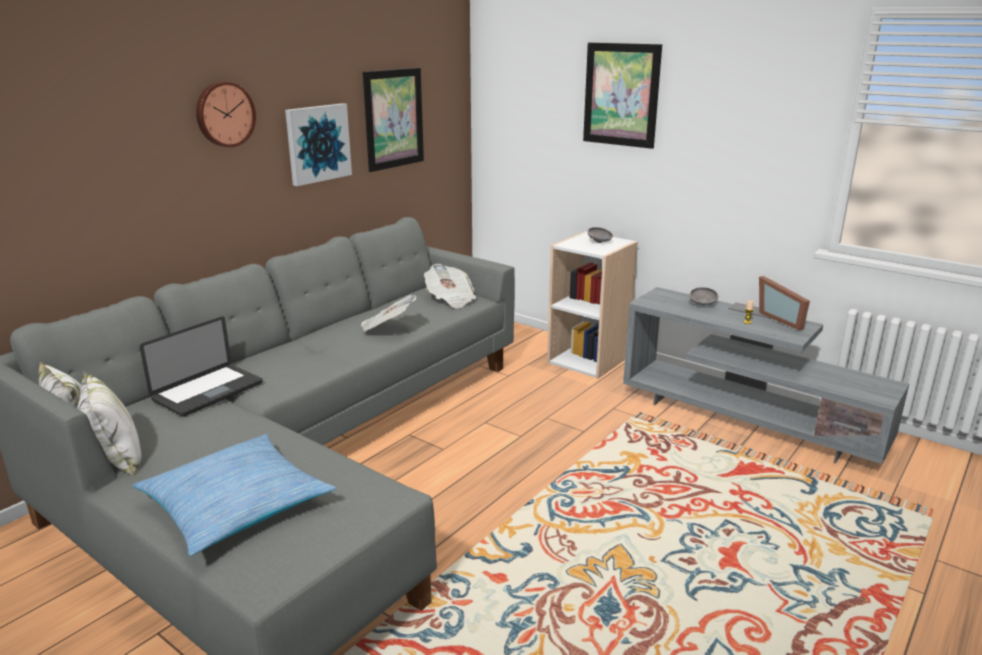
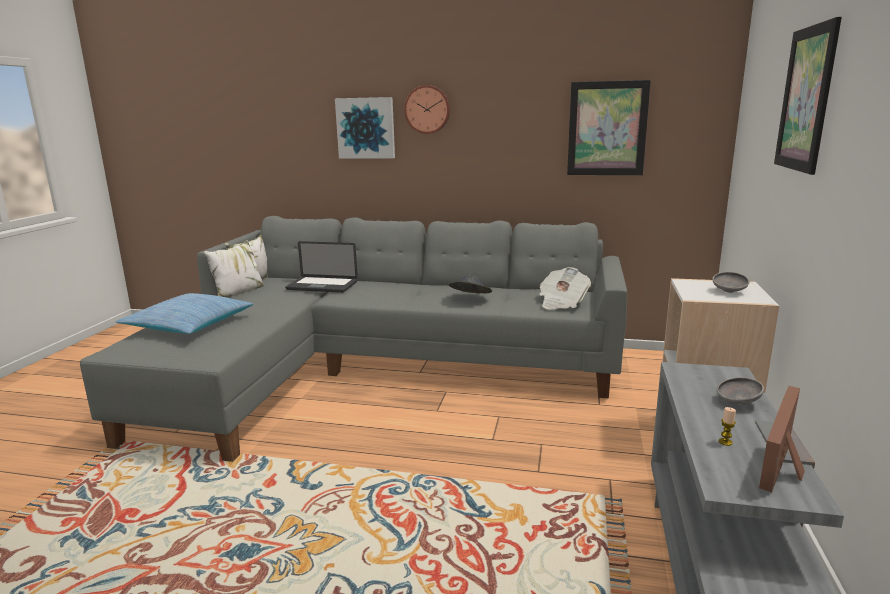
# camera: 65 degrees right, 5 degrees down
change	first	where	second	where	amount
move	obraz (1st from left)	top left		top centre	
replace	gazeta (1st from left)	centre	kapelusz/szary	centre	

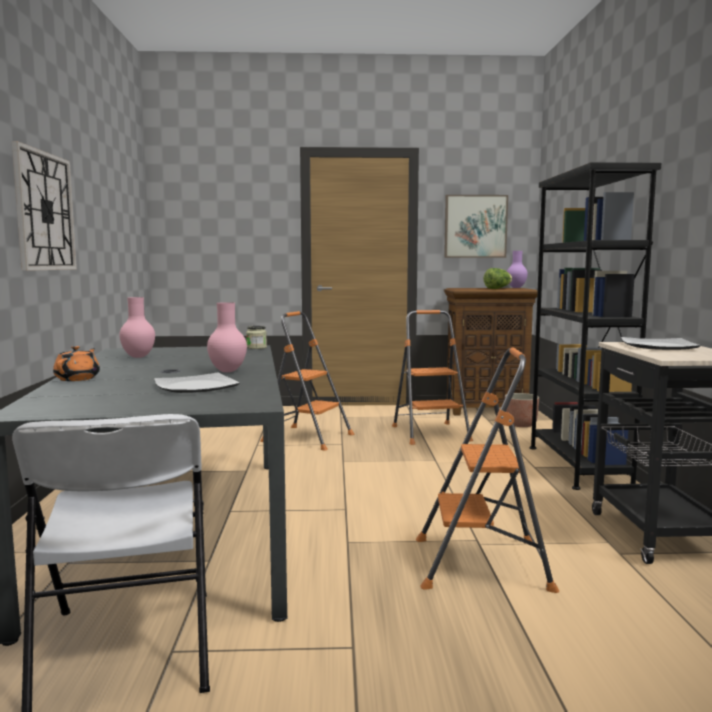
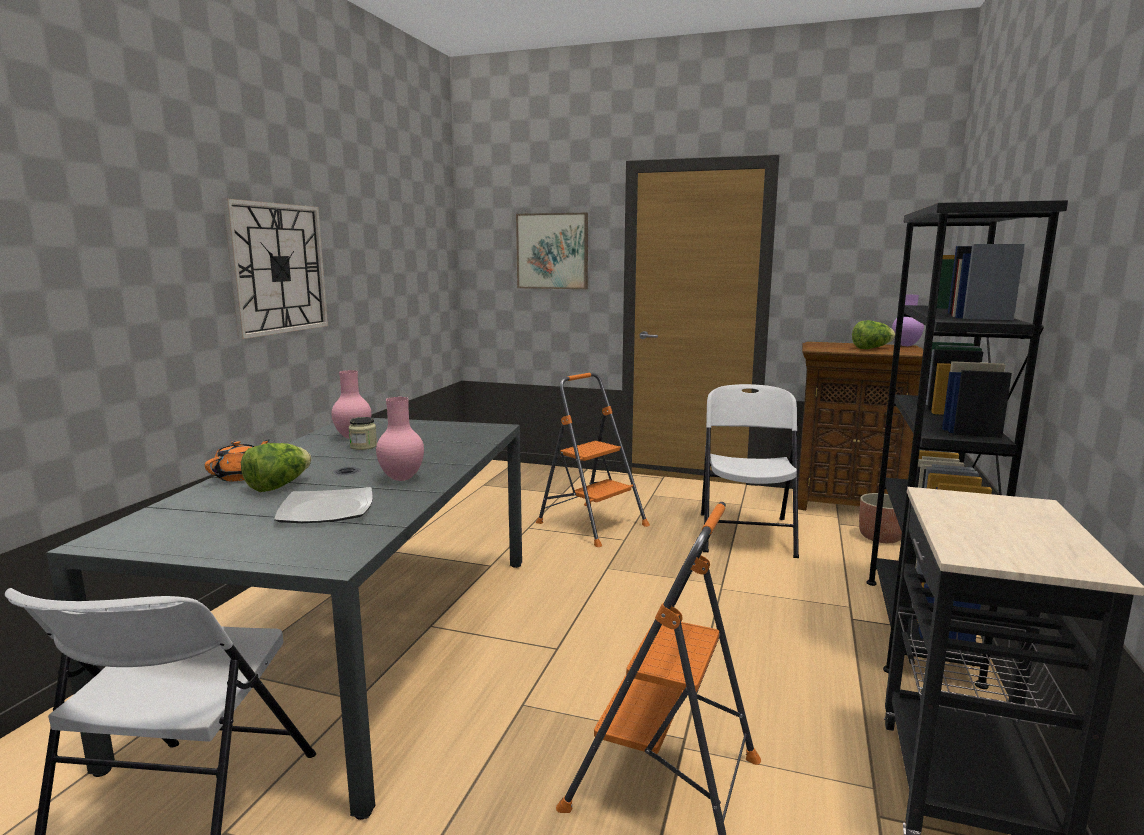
# camera: 20 degrees right, 5 degrees up
change	first	where	second	where	amount
move	słoik	centre		middle left	
replace	drabinka/pomarańczowy (2nd from left)	centre	krzesło/biały (2nd from left)	centre	
move	obraz	top right		top centre	
delete	talerz (2nd from left)	middle right			
insert			sałata (1st from left)	middle left	

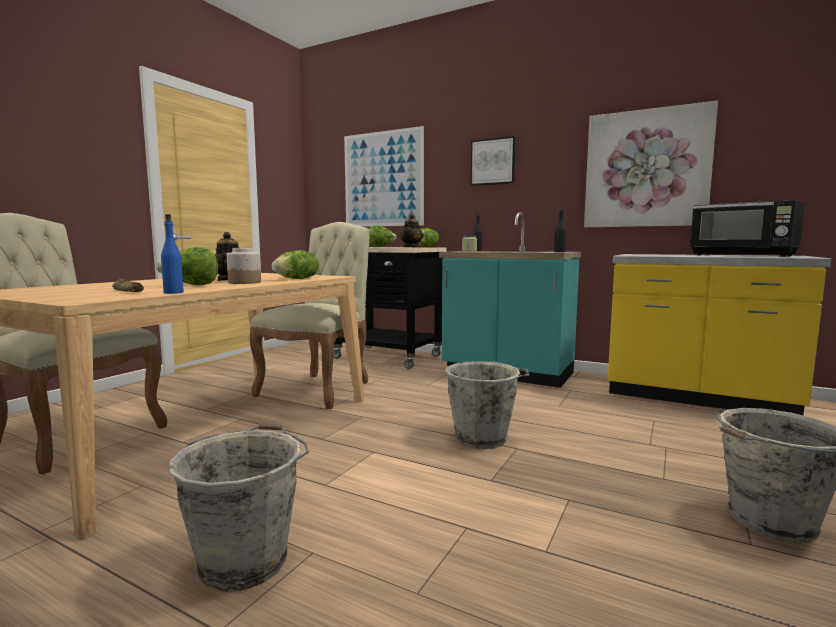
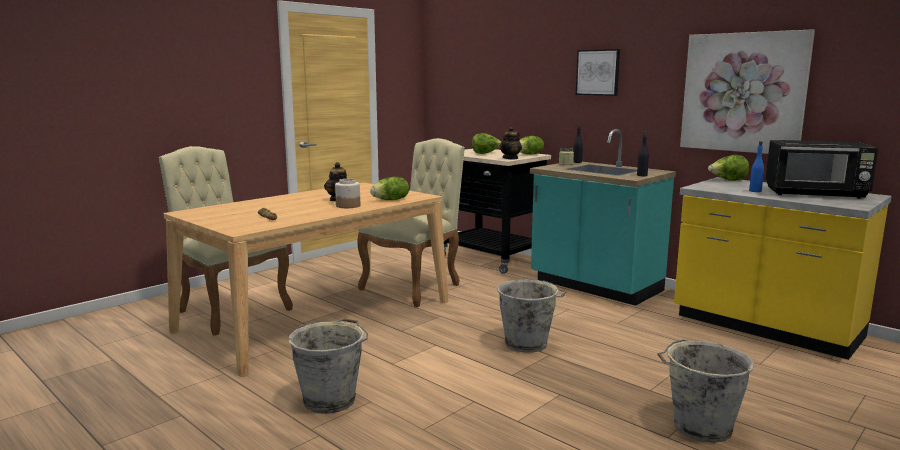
# camera: 15 degrees right, 5 degrees up
change	first	where	second	where	amount
move	sałata (1st from left in the first image)	middle left	sałata (4th from left)	middle right	
move	butelka/niebieski	middle left		middle right	
delete	obraz (1st from left)	top centre			
rotate	mikrofalówka/czarny	middle right		middle right	45 degrees counterclockwise

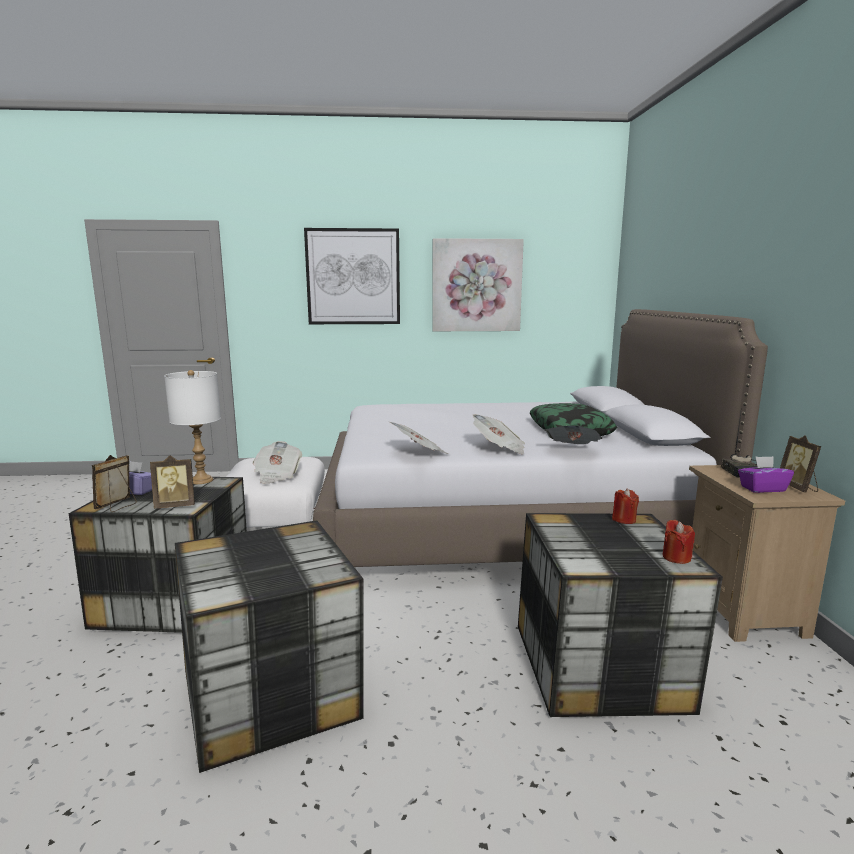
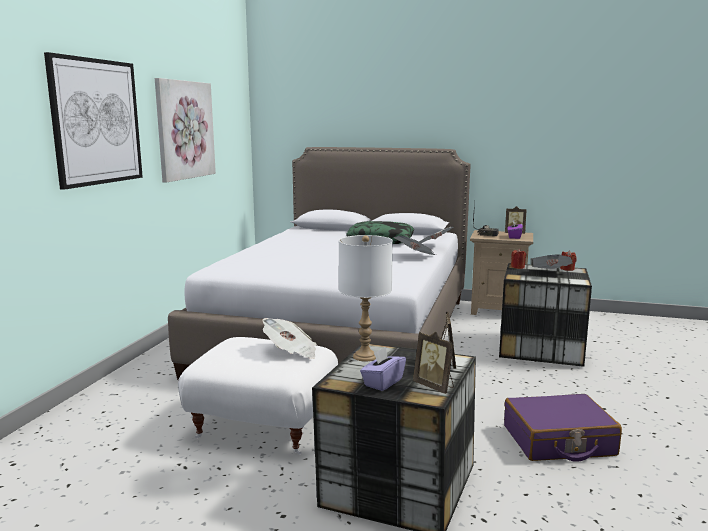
# camera: 70 degrees left, 0 degrees up
change	first	where	second	where	amount
replace	pojemnik do przechowywania (2nd from left)	bottom left	walizka/fioletowy	bottom right	
move	gazeta (2nd from left in the first image)	centre	gazeta (4th from left)	middle right	

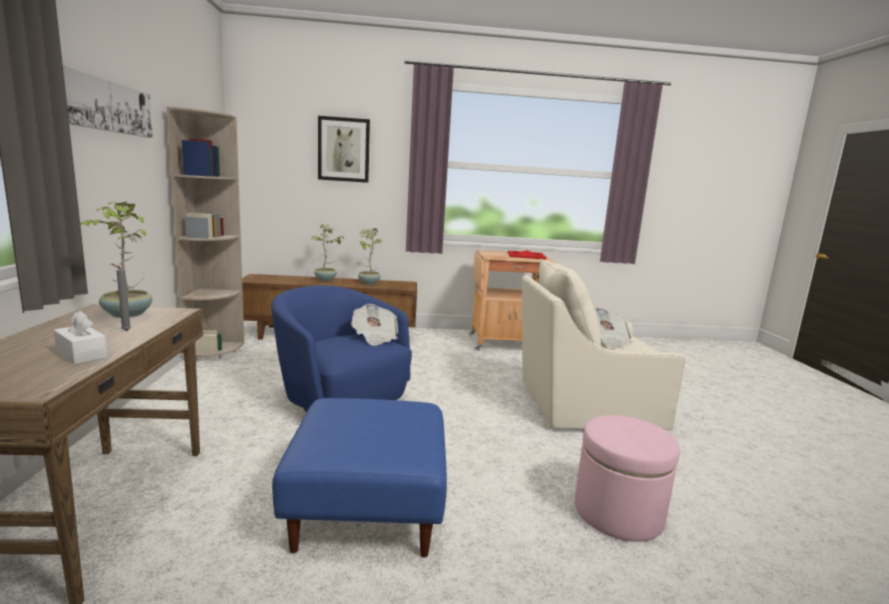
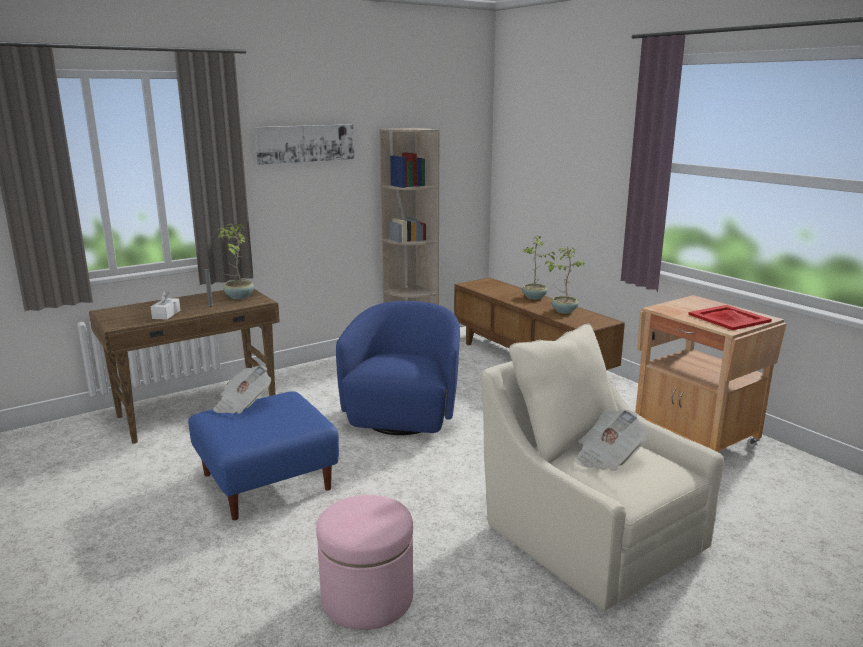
# camera: 60 degrees right, 5 degrees up
change	first	where	second	where	amount
delete	obraz (2nd from left)	top centre			
move	gazeta (1st from left)	centre		middle left	

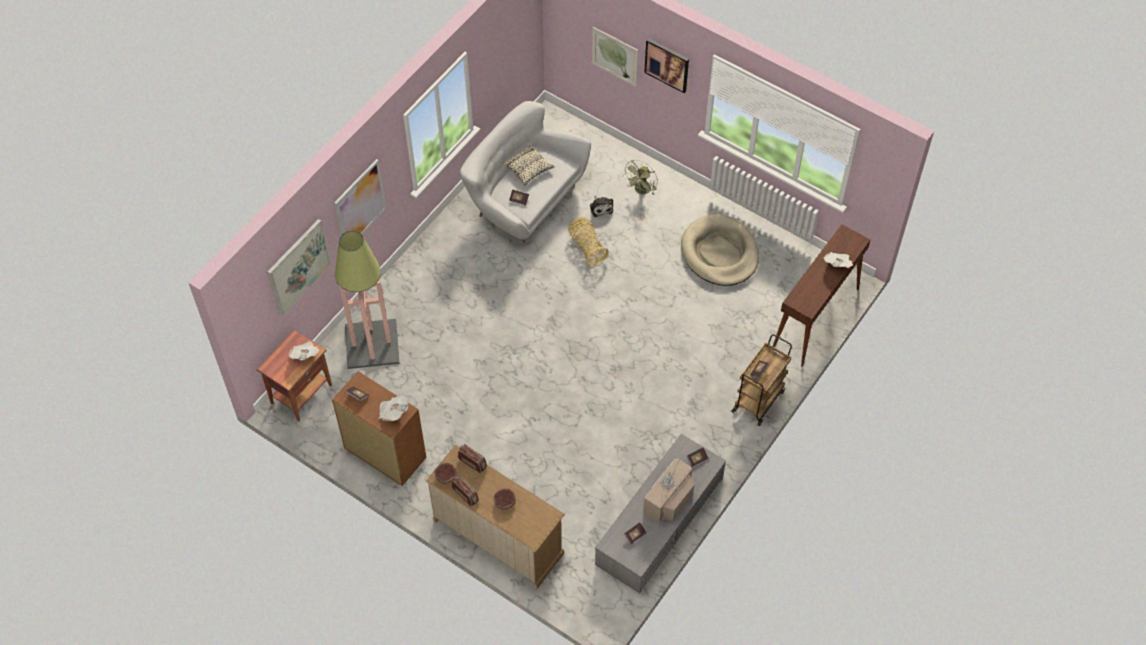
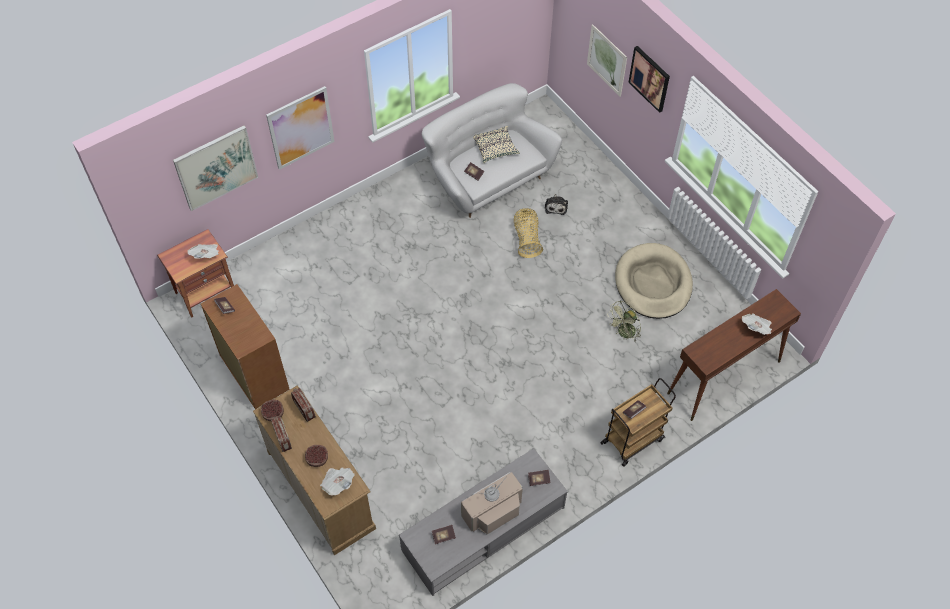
# camera: 20 degrees right, 0 degrees up
change	first	where	second	where	amount
delete	lampa stojąca	middle left			
move	gazeta (2nd from left)	centre		bottom centre	
move	wentylator/zielony	top centre		centre	

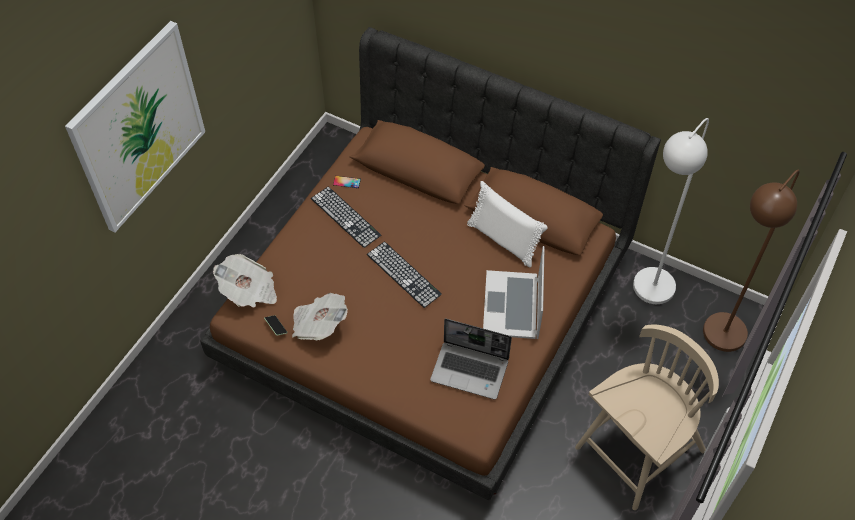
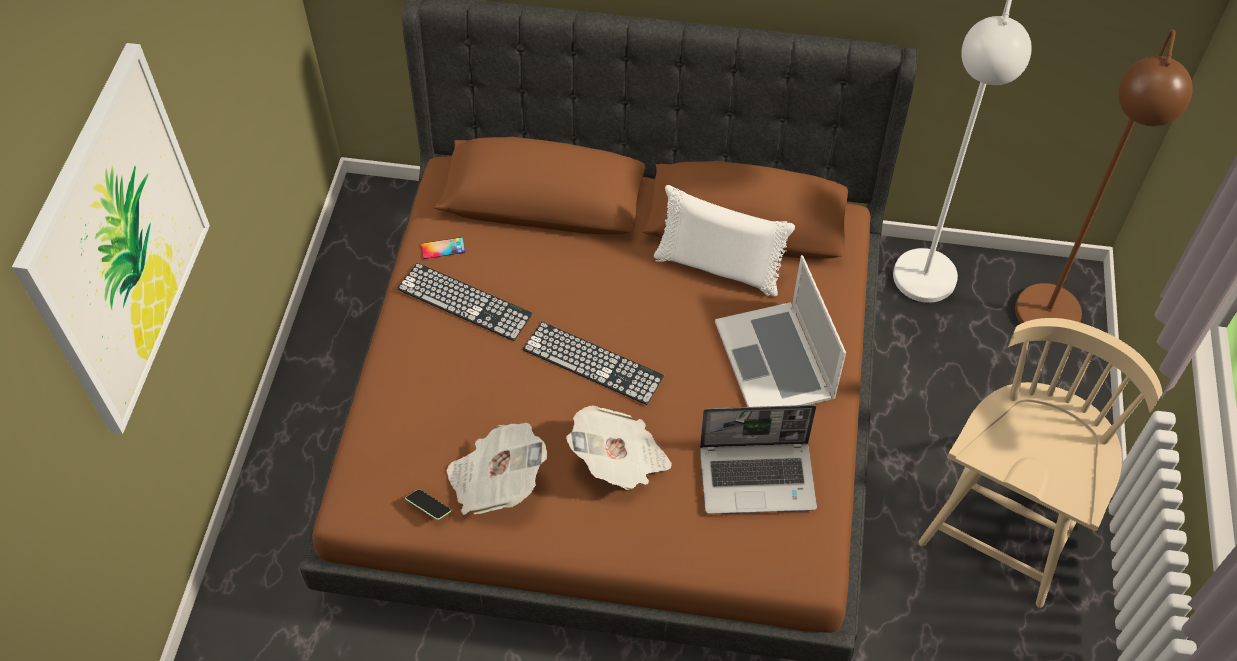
# camera: 20 degrees left, 0 degrees up
change	first	where	second	where	amount
move	gazeta (1st from left in the first image)	middle left	gazeta (2nd from left)	bottom centre	

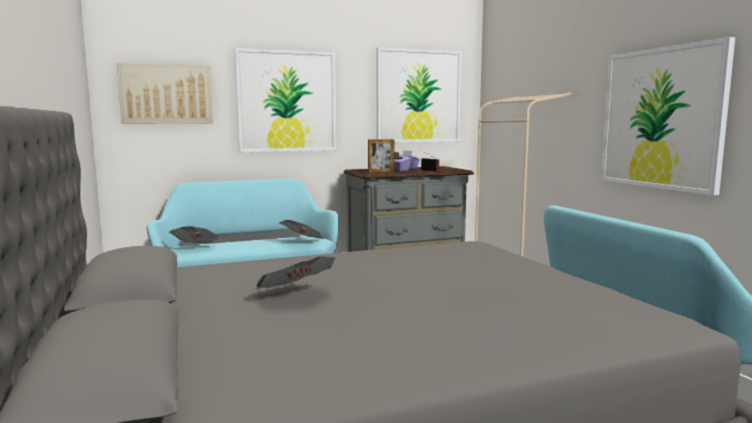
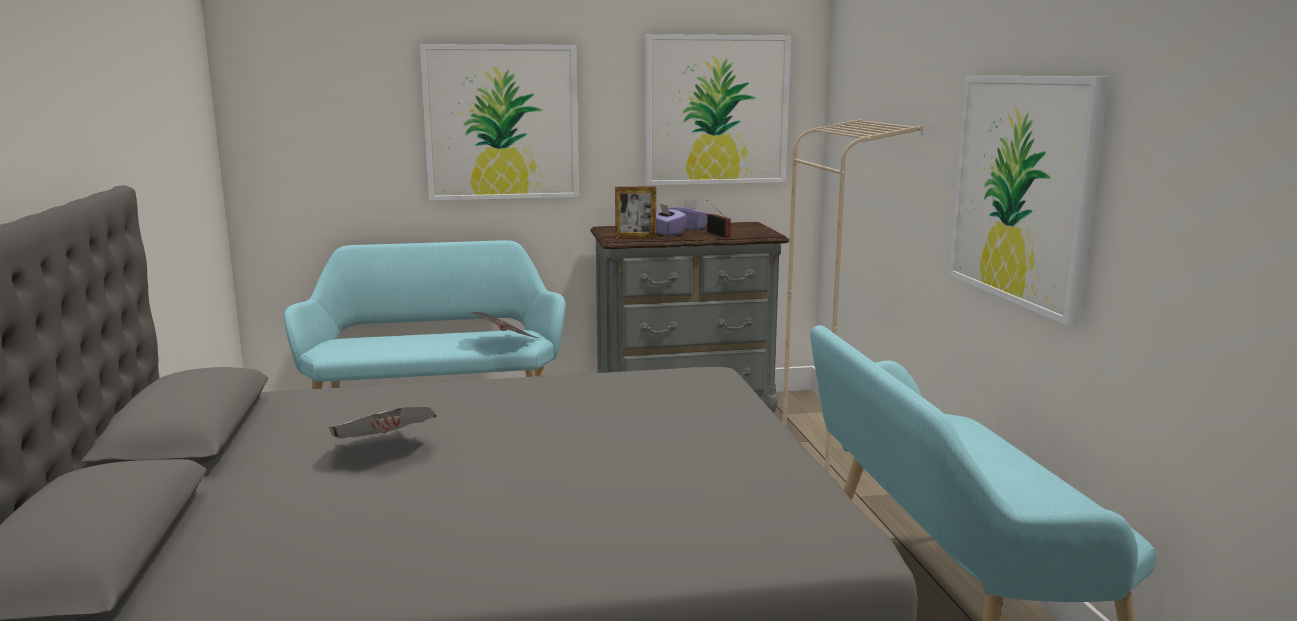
# camera: 10 degrees right, 5 degrees up
change	first	where	second	where	amount
delete	obraz (1st from left)	top left			
delete	gazeta (1st from left)	middle left			

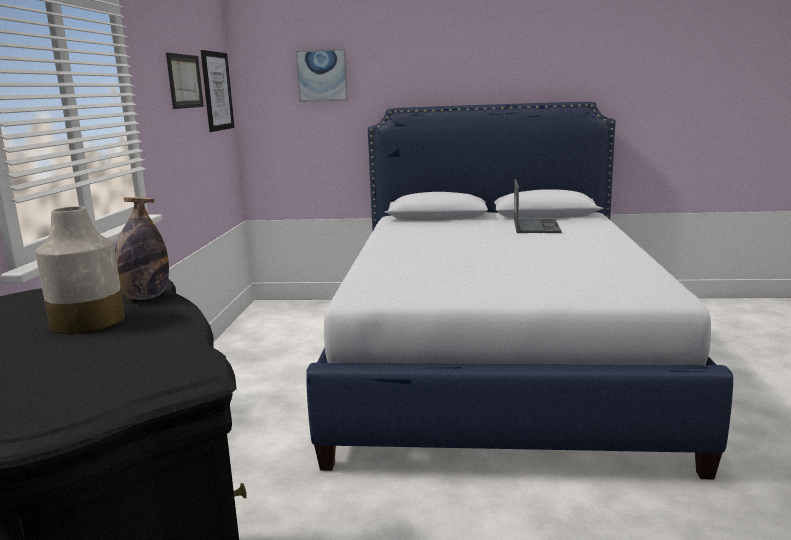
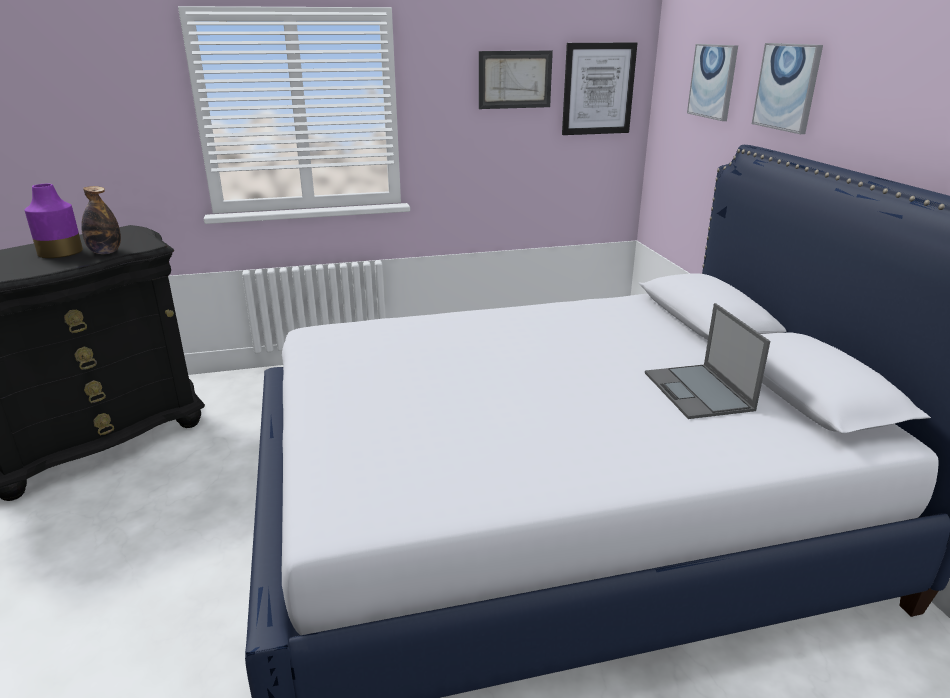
# camera: 70 degrees right, 10 degrees up
change	first	where	second	where	amount
recolor	wazon/beżowy	middle left	wazon/fioletowy	top left	
rotate	laptop	middle right		middle right	90 degrees clockwise
insert			obraz (4th from left)	top right	

